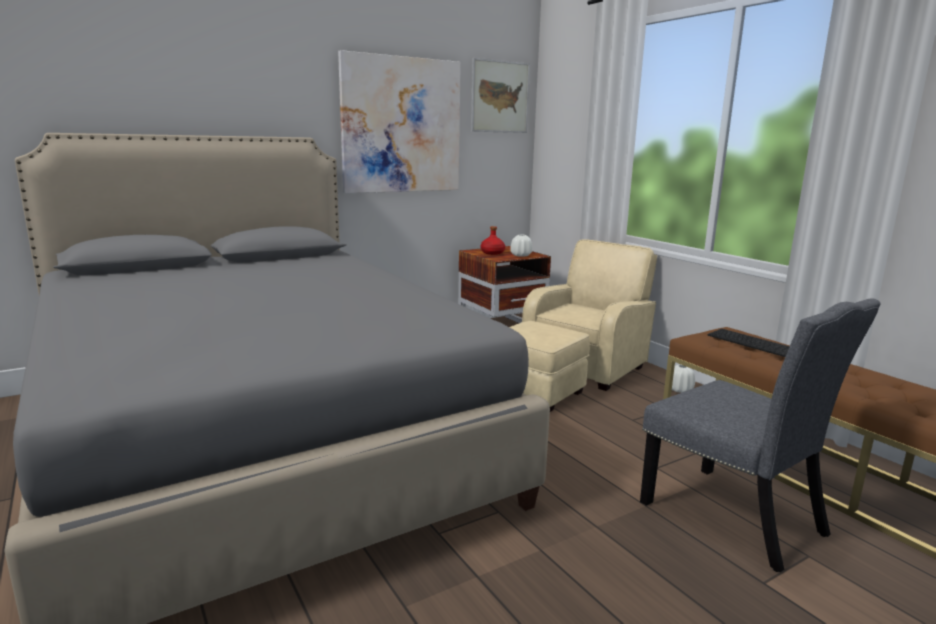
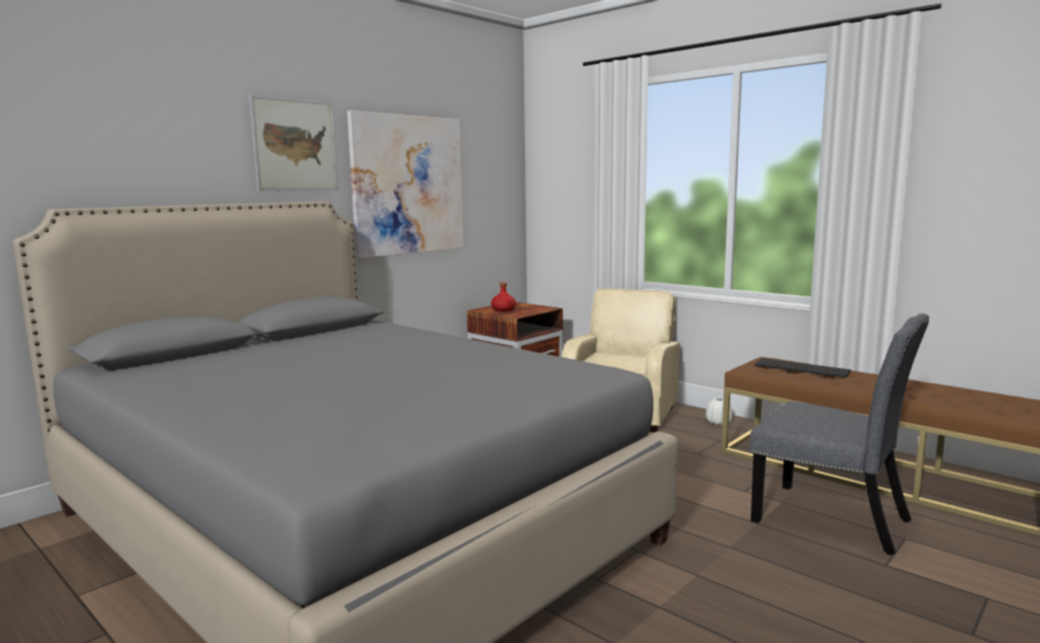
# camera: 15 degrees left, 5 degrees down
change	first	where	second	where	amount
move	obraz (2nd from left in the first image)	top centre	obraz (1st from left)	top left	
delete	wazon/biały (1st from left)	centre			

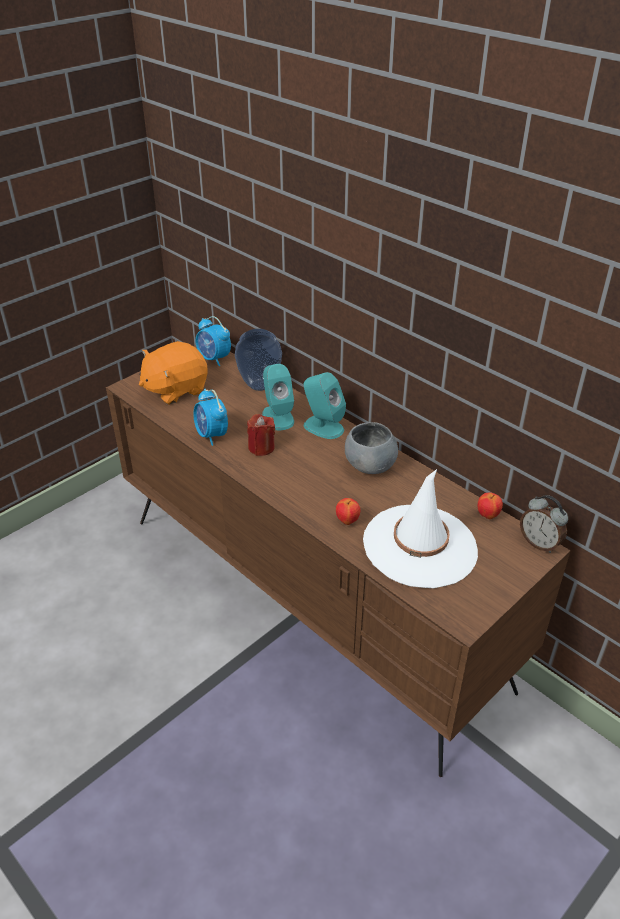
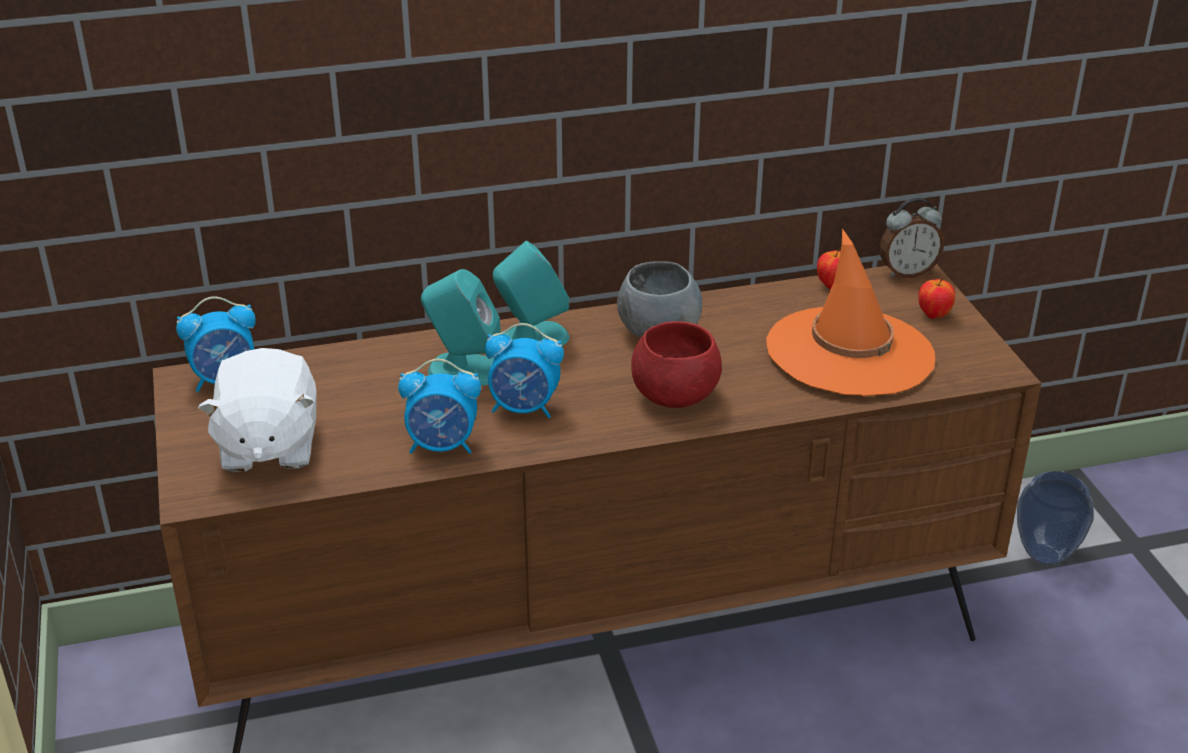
# camera: 60 degrees left, 5 degrees down
change	first	where	second	where	amount
recolor	pluszak/pomarańczowy	middle left	pluszak/biały	middle left	
move	wazon	centre		bottom right	
replace	świeca/czerwony	centre	budzik (3rd from left)	centre	
move	jabłko (1st from left in the first image)	centre	jabłko (2nd from left)	middle right	
recolor	kapelusz/biały	middle right	kapelusz/pomarańczowy	middle right	
insert			miska/czerwony	centre	

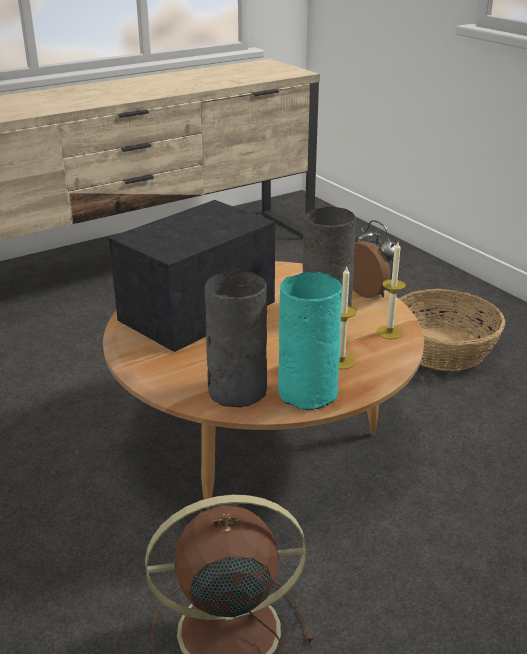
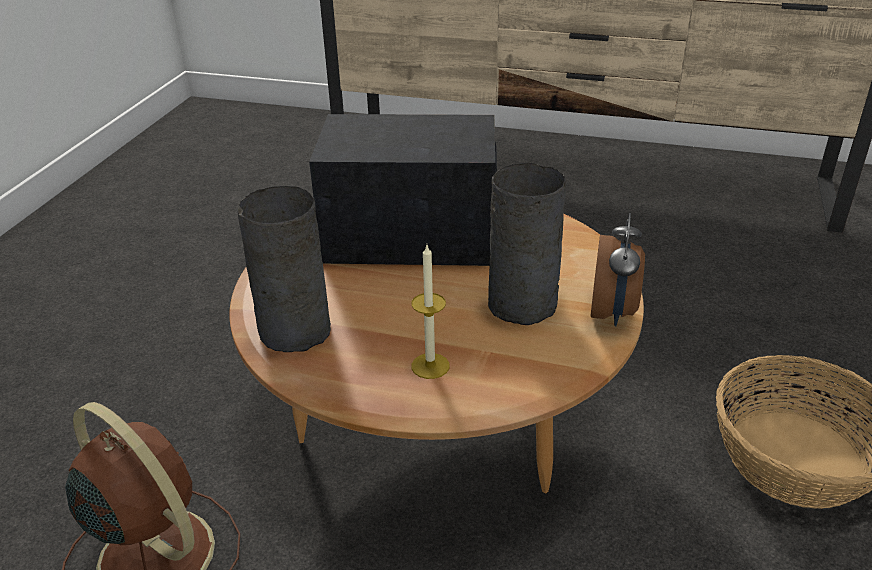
# camera: 50 degrees right, 5 degrees up
change	first	where	second	where	amount
delete	wazon/turkusowy	centre			
delete	świeca (2nd from left)	middle right			

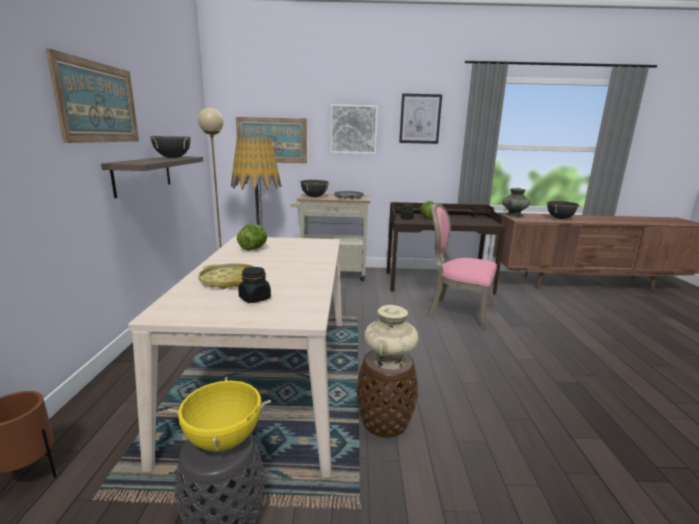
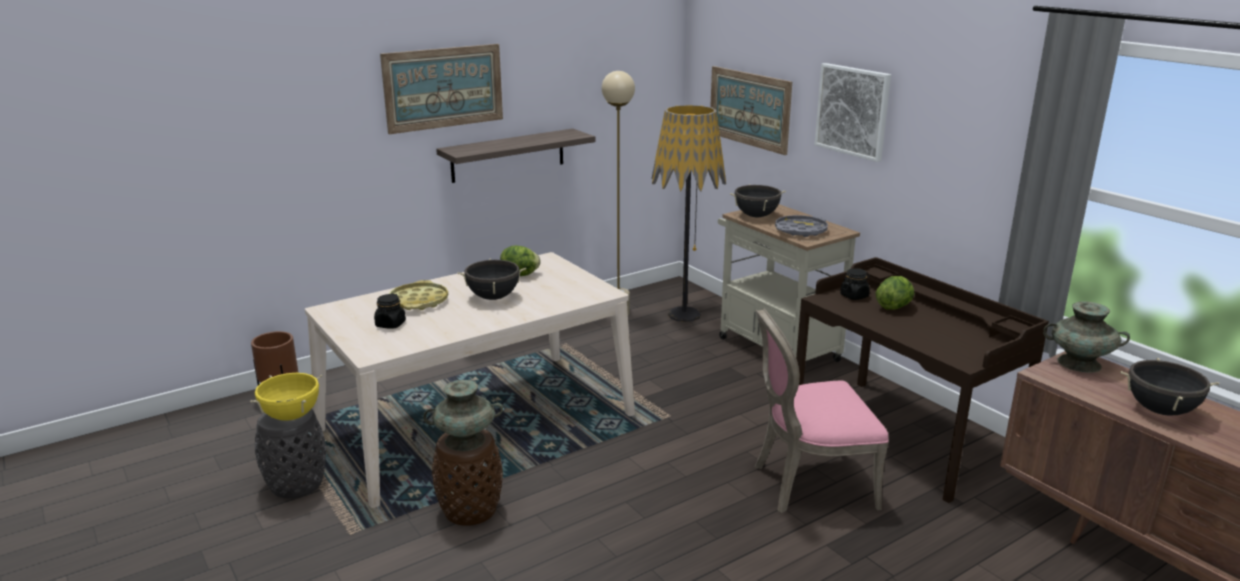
# camera: 55 degrees right, 5 degrees up
change	first	where	second	where	amount
move	garnek/czarny (1st from left)	top left		centre	
recolor	wazon/beżowy	centre	wazon/turkusowy (1st from left)	bottom centre	
delete	obraz (4th from left)	top centre			
rotate	krzesło/różowy	centre		bottom centre	90 degrees counterclockwise

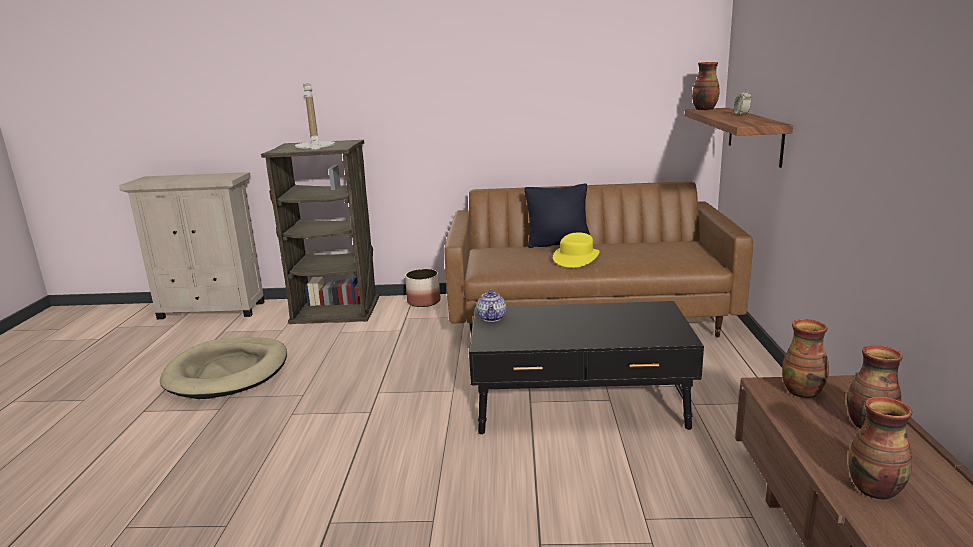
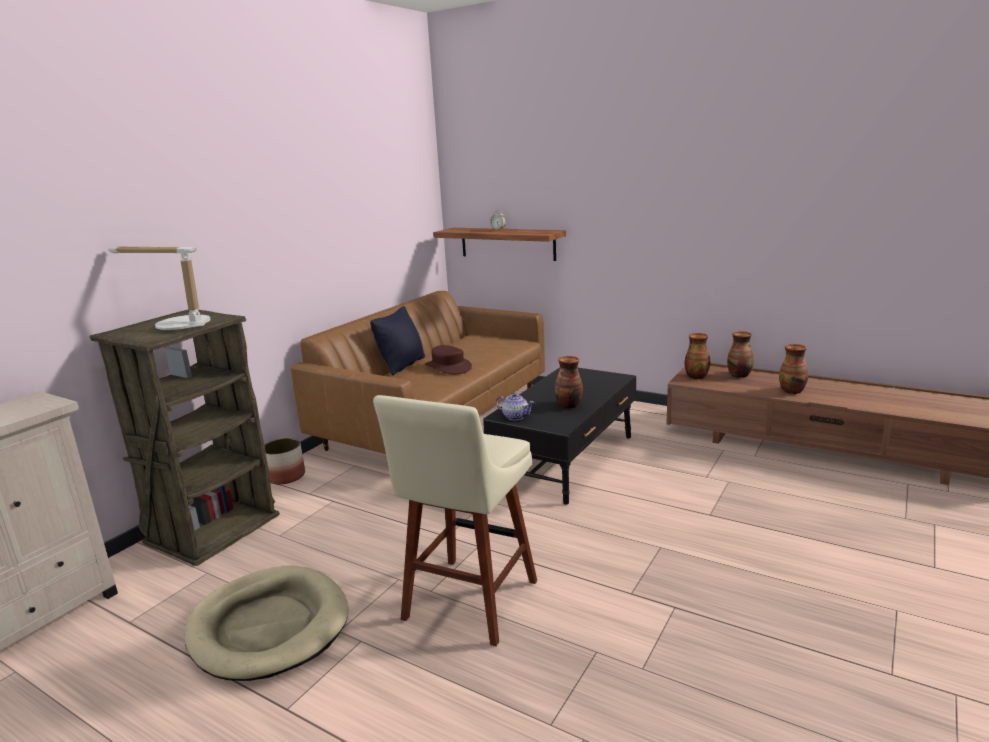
# camera: 60 degrees left, 0 degrees up
change	first	where	second	where	amount
recolor	kapelusz/żółty	centre	kapelusz/brązowy	centre	
move	wazon (1st from left)	top right		centre	
insert			stołek/beżowy	bottom centre	

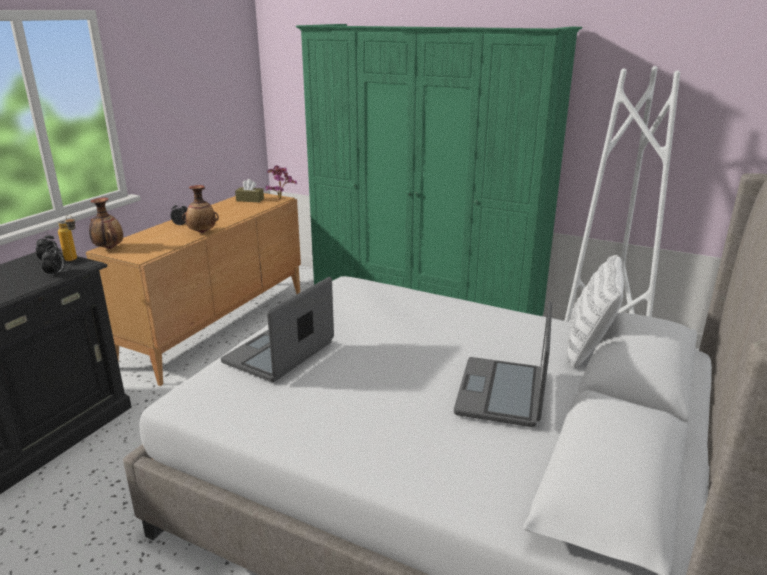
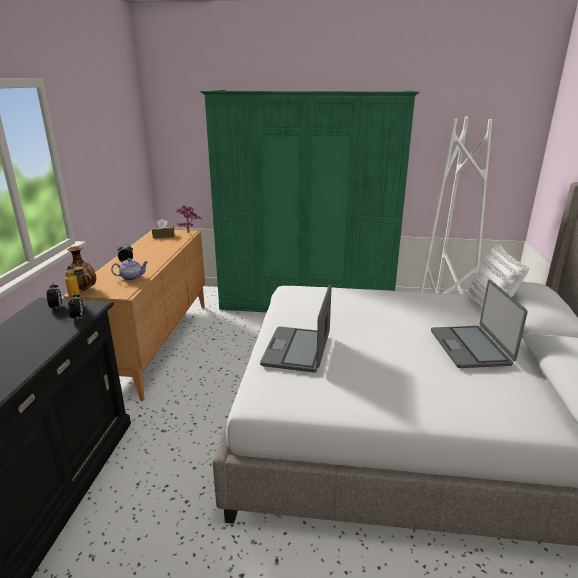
# camera: 20 degrees left, 0 degrees up
change	first	where	second	where	amount
delete	wazon (2nd from left)	middle left			
insert			imbryk	middle left	

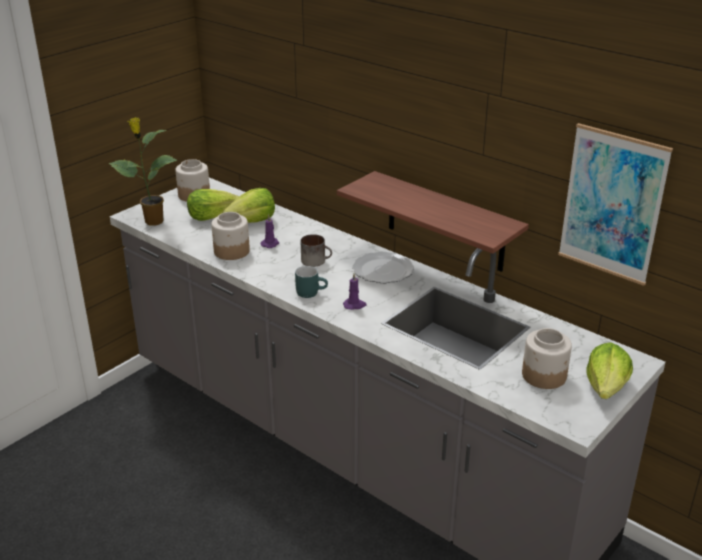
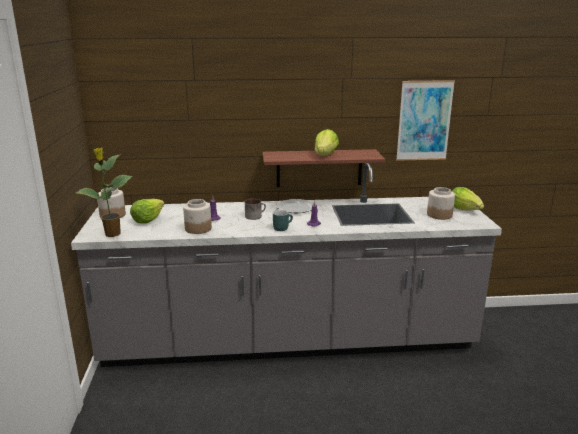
# camera: 45 degrees left, 10 degrees down
change	first	where	second	where	amount
move	sałata (2nd from left)	centre		top centre	

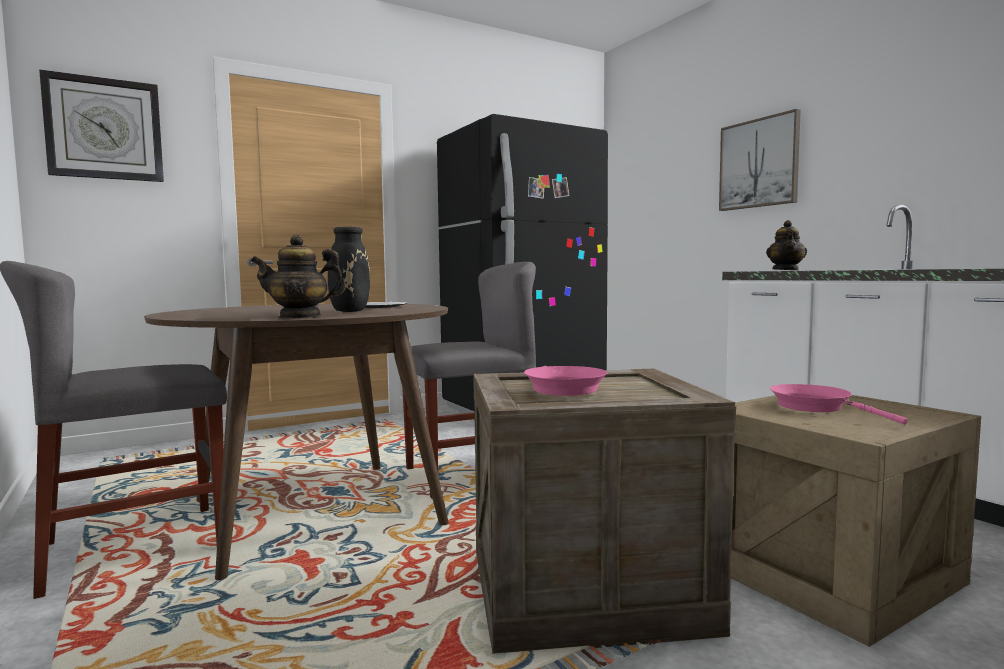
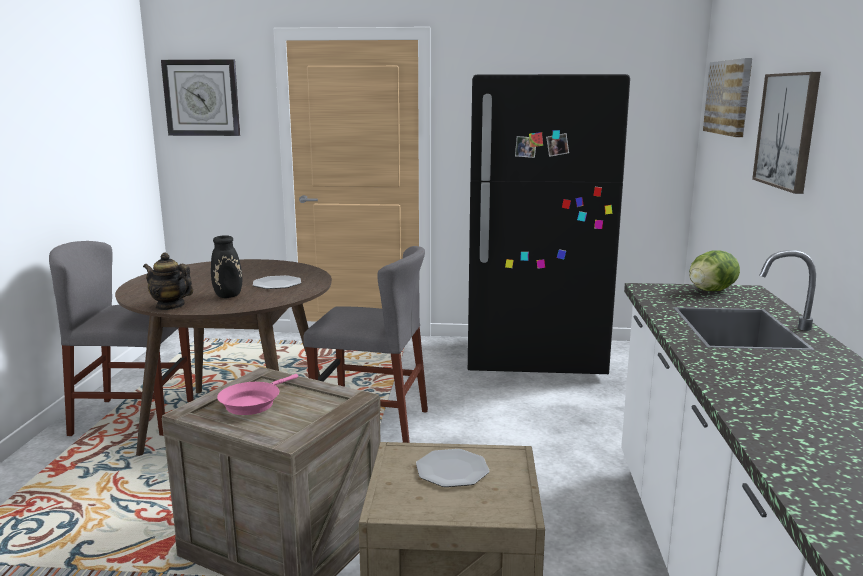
# camera: 35 degrees right, 10 degrees up
change	first	where	second	where	amount
replace	imbryk (2nd from left)	middle right	sałata	middle right	
replace	patelnia/różowy (2nd from left)	middle right	talerz (2nd from left)	bottom centre	
insert			obraz (1st from left)	top right	

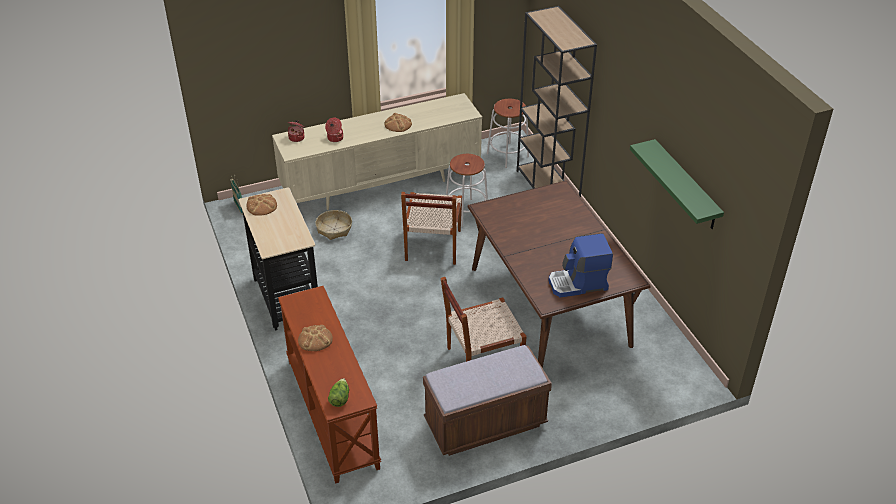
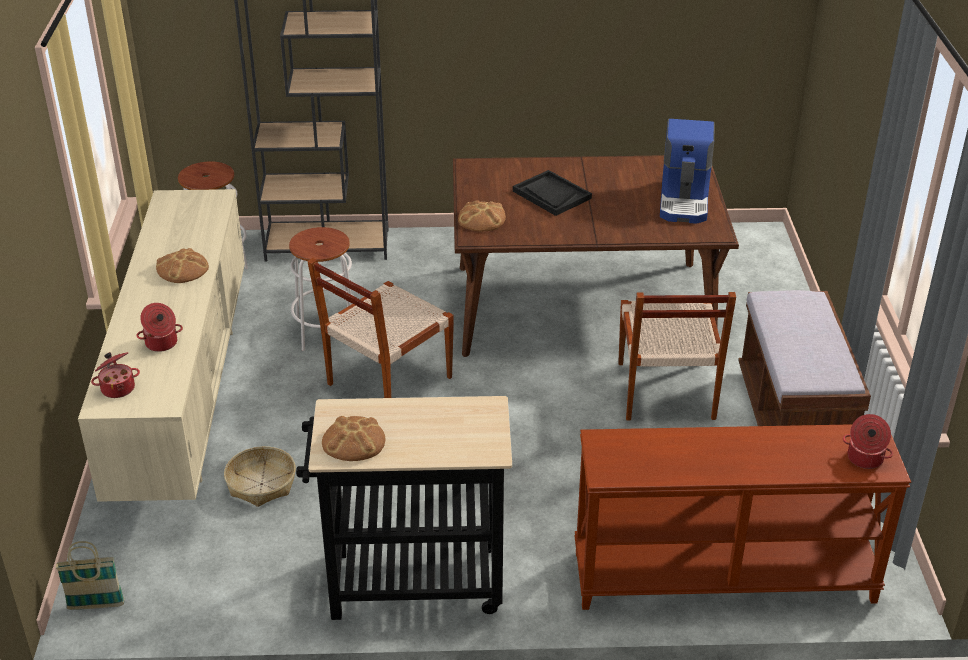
# camera: 70 degrees left, 5 degrees down
change	first	where	second	where	amount
move	chleb (2nd from left in the first image)	bottom centre	chleb (3rd from left)	top centre	
replace	sałata	bottom centre	garnek (3rd from left)	bottom right	
rotate	krzesło (1st from left)	centre		centre	105 degrees clockwise
delete	półka/zielony	middle right			
insert			taca/czarny	top centre	

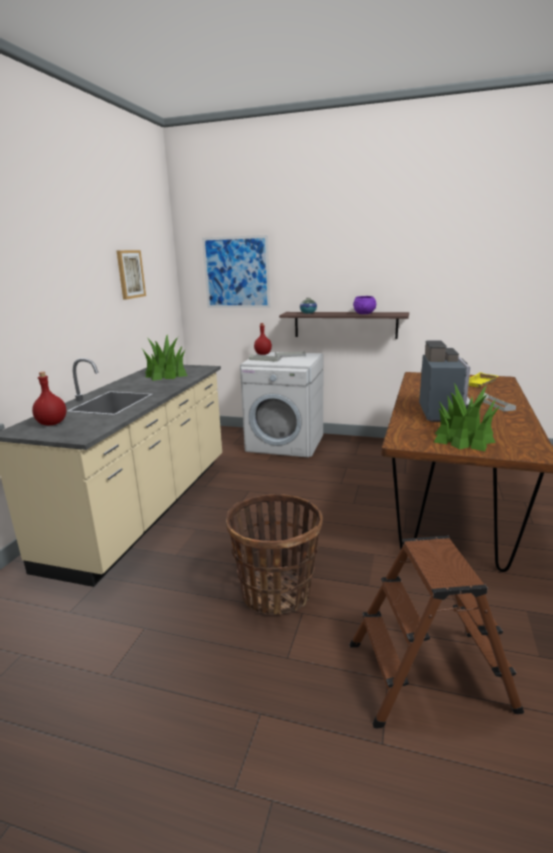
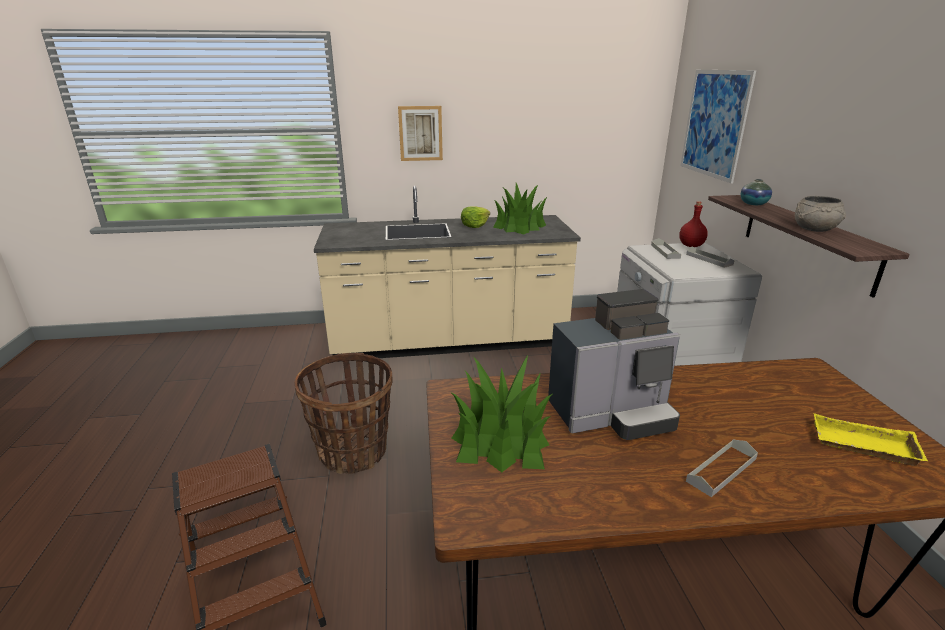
# camera: 65 degrees right, 5 degrees up
change	first	where	second	where	amount
delete	butelka/czerwony (1st from left)	middle left			
move	obraz (1st from left)	top left		top centre	
recolor	miska/fioletowy	centre	miska/szary	middle right	
insert			sałata	centre	

